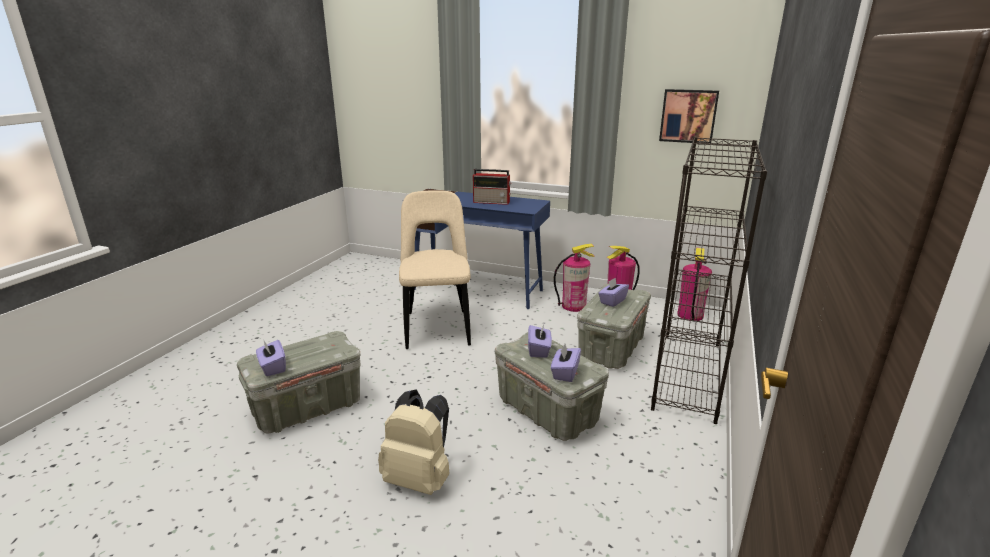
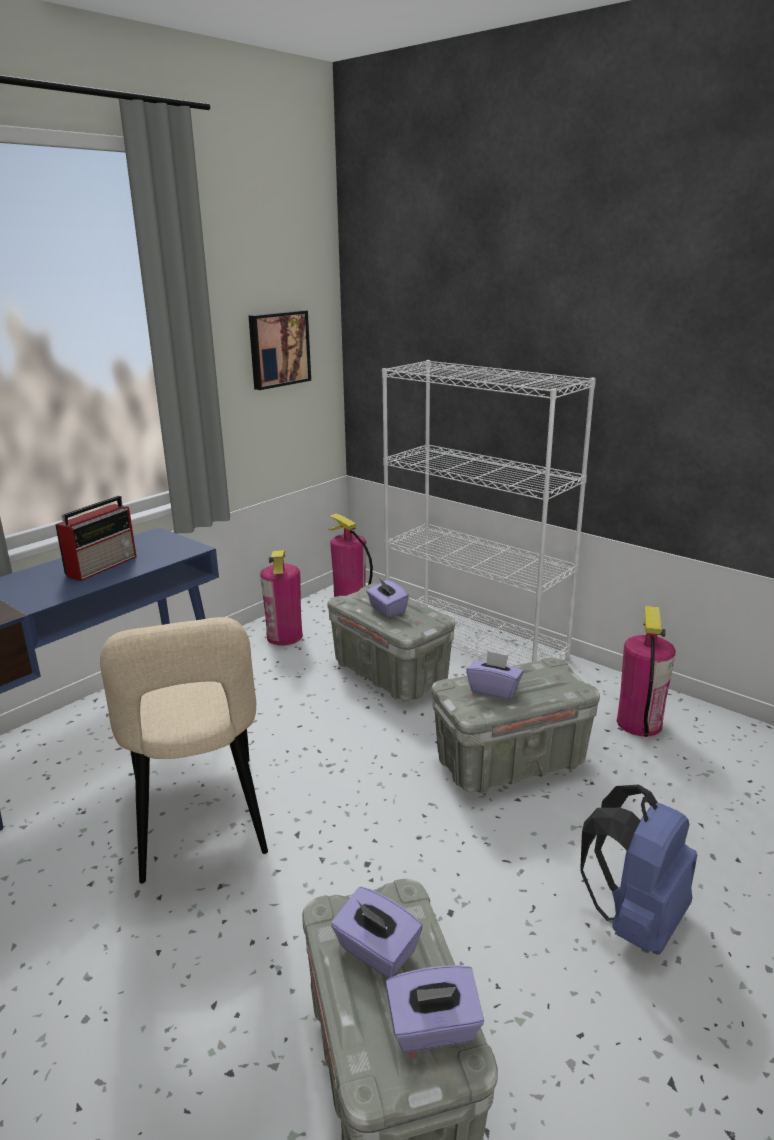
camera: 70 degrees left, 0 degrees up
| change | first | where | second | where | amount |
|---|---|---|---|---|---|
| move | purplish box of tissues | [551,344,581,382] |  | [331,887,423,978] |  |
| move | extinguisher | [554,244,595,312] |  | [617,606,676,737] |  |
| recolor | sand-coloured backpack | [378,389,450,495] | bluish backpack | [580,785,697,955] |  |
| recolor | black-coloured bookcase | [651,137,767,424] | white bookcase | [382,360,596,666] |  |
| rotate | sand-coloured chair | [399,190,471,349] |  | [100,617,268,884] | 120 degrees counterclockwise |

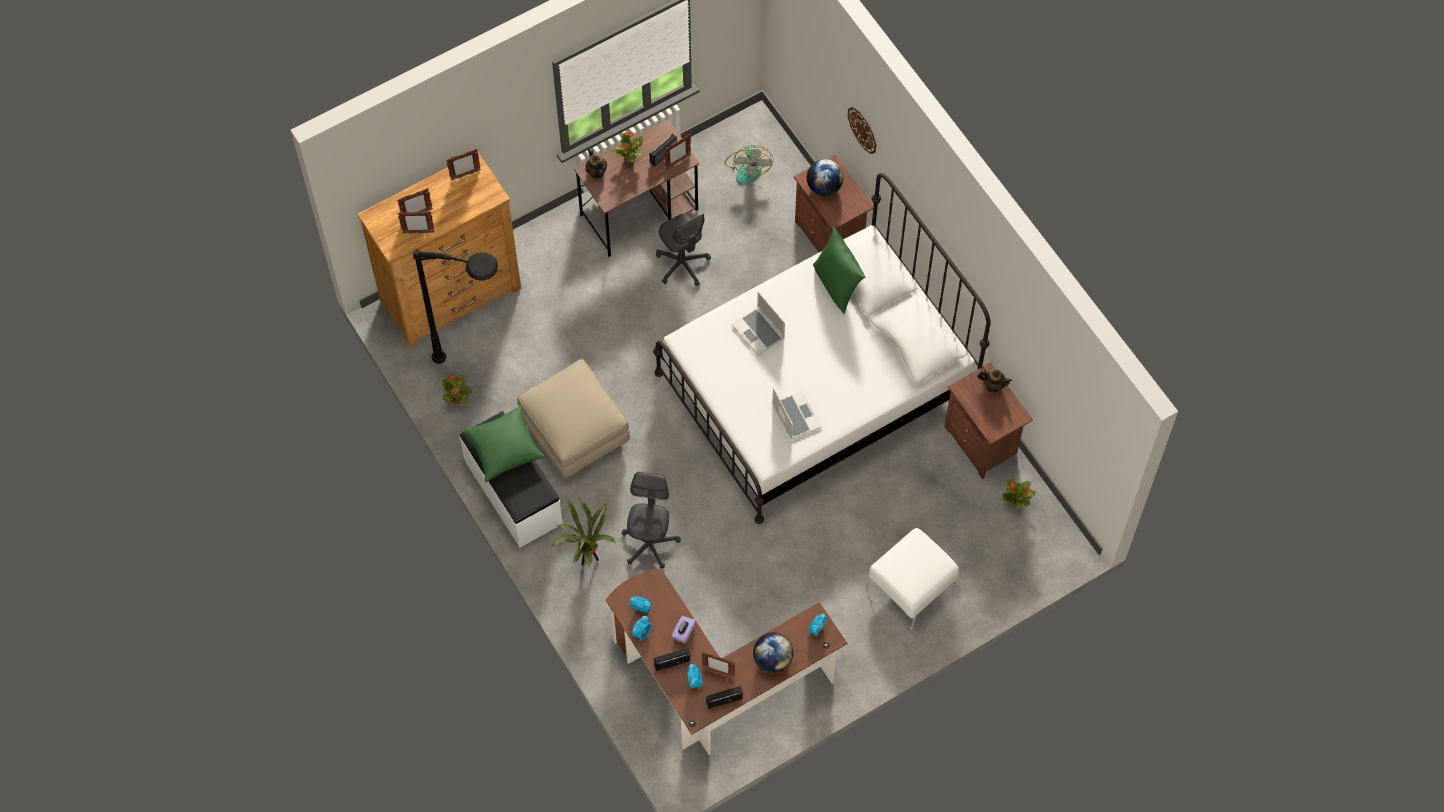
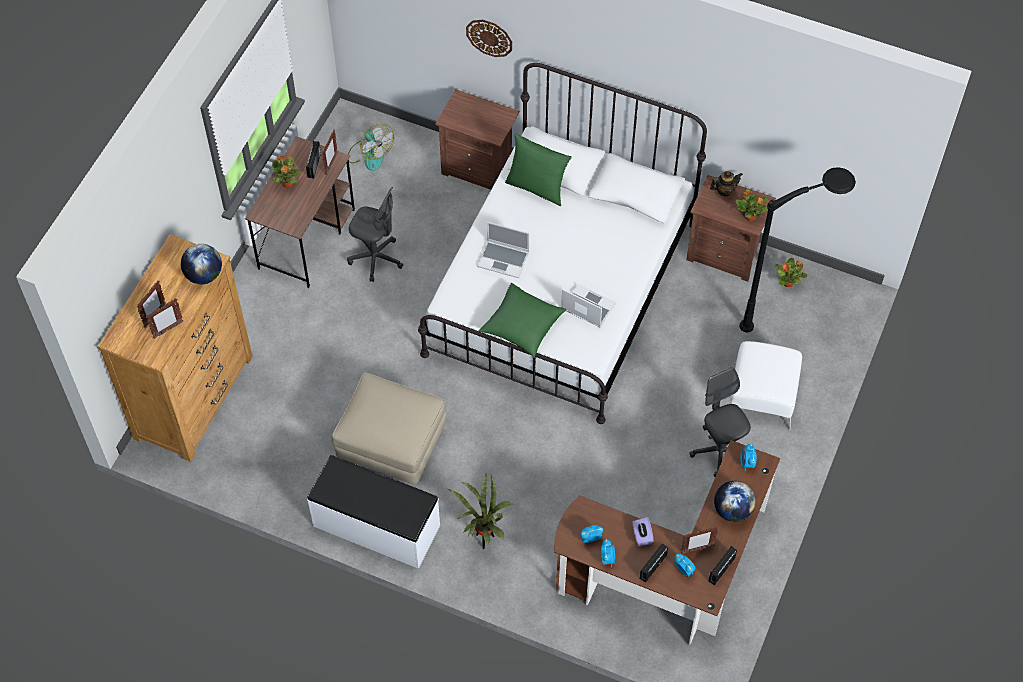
camera: 35 degrees left, 5 degrees down
| change | first | where | second | where | amount |
|---|---|---|---|---|---|
| delete | picture frame | [446,149,481,180] |  |  |  |
| delete | tea pot | [585,148,607,178] |  |  |  |
| move | black-coloured standing lamp | [413,249,498,364] |  | [739,167,856,332] |  |
| move | plant in a pot | [442,375,472,404] |  | [736,189,768,221] |  |
| move | greenish cushion | [461,406,546,482] |  | [479,283,566,358] |  |
| move | gray office chair | [622,472,681,568] |  | [689,367,751,477] |  |
| move | world globe | [807,159,843,196] |  | [181,244,222,284] |  |

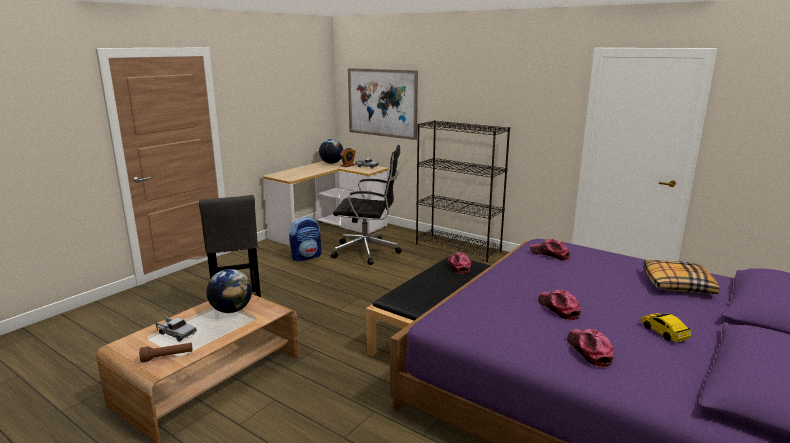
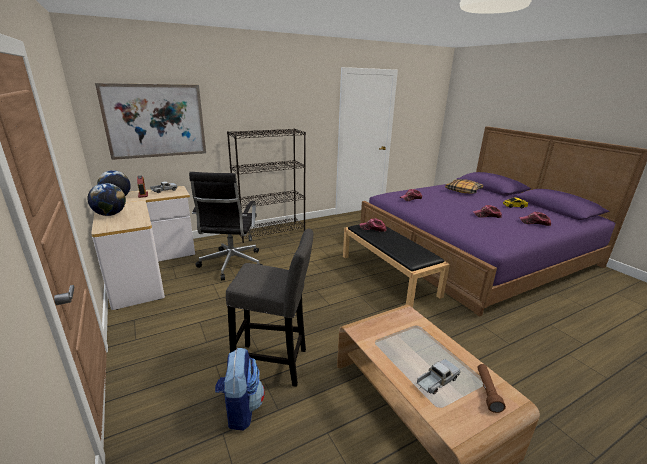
camera: 65 degrees left, 5 degrees up
| change | first | where | second | where | amount |
|---|---|---|---|---|---|
| move | world globe | [206,269,252,313] |  | [87,183,126,216] |  |
| move | backpack | [289,217,321,261] |  | [215,348,265,431] |  |
| rotate | black-coloured office chair | [331,145,402,265] |  | [189,172,263,281] | 150 degrees clockwise |

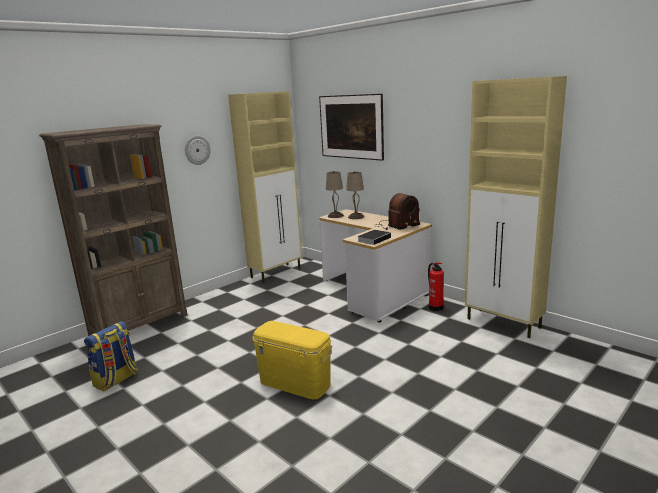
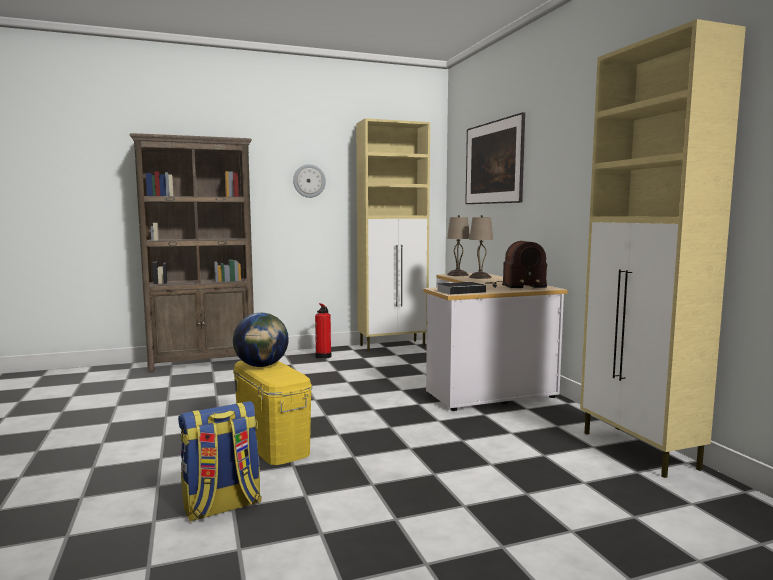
camera: 25 degrees right, 10 degrees down
| change | first | where | second | where | amount |
|---|---|---|---|---|---|
| insert |  |  | world globe | [233,313,289,367] |  |
| move | backpack | [84,321,138,392] |  | [178,401,262,522] |  |
| move | extinguisher | [428,262,444,311] |  | [315,303,331,359] |  |

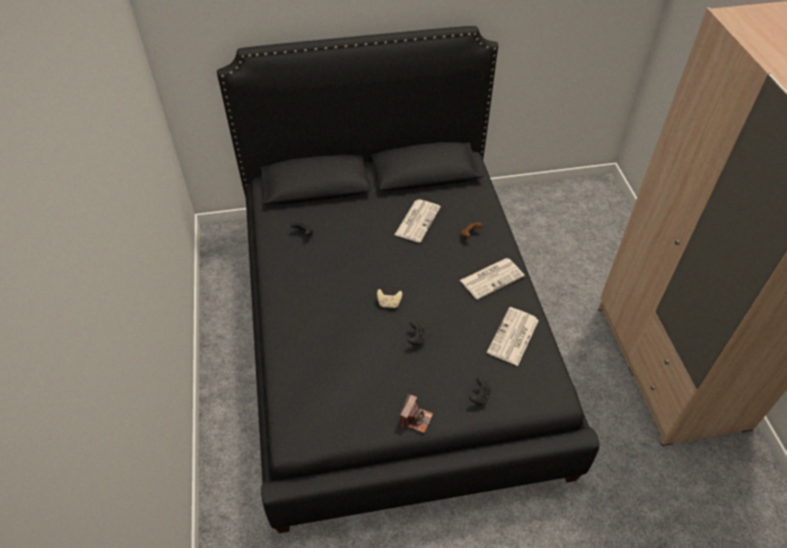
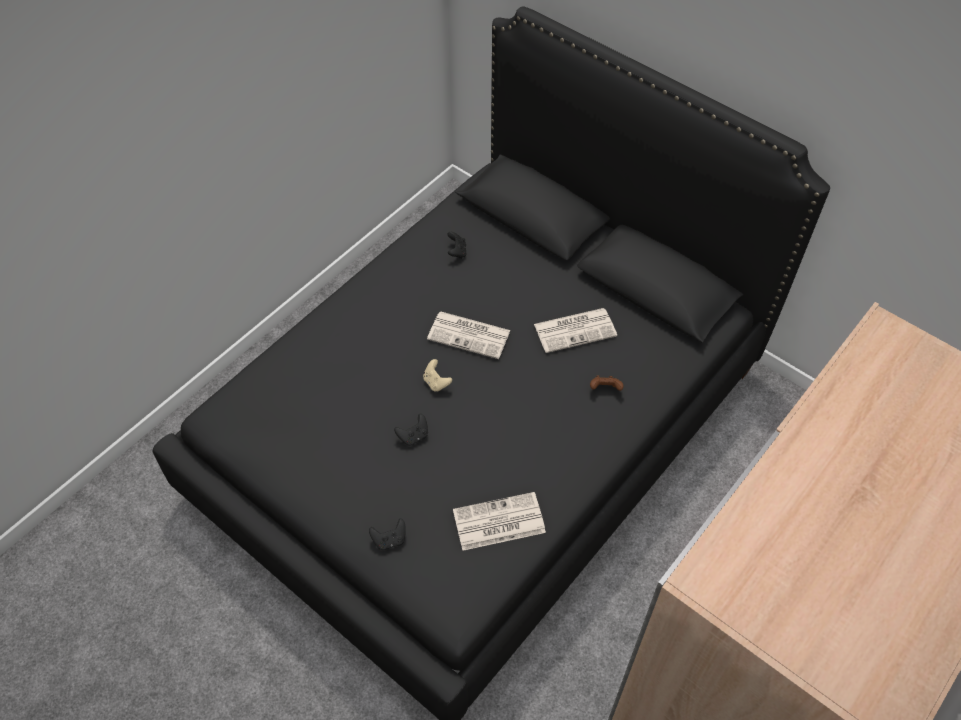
camera: 50 degrees right, 5 degrees up
| change | first | where | second | where | amount |
|---|---|---|---|---|---|
| delete | photo camera | [400,394,433,433] |  |  |  |
| move | printed paper | [460,258,525,300] |  | [427,312,511,359] |  |

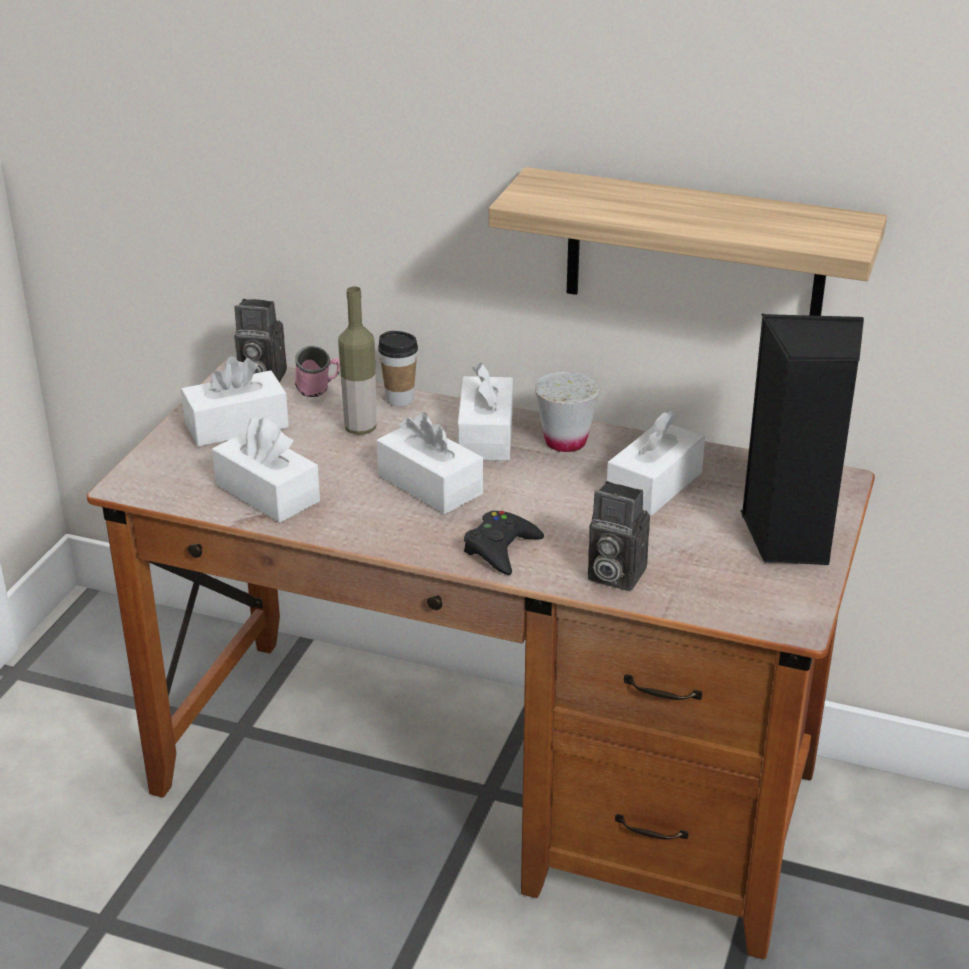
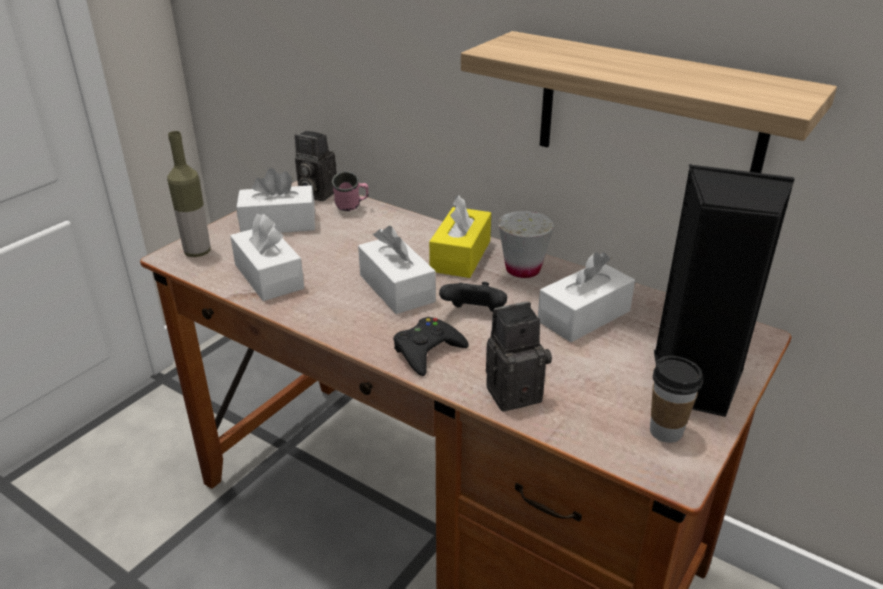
camera: 15 degrees right, 0 degrees up
| change | first | where | second | where | amount |
|---|---|---|---|---|---|
| insert |  |  | black-coloured gamepad | [439,282,507,312] |  |
| move | drink bottle | [338,286,377,435] |  | [167,131,211,257] |  |
| move | small cup | [378,331,418,406] |  | [650,355,703,443] |  |
| recolor | white box of tissues | [458,363,513,461] | yellow box of tissues | [429,195,491,278] |  |
| rotate | photo camera | [588,481,650,591] |  | [486,301,552,411] | 120 degrees clockwise |

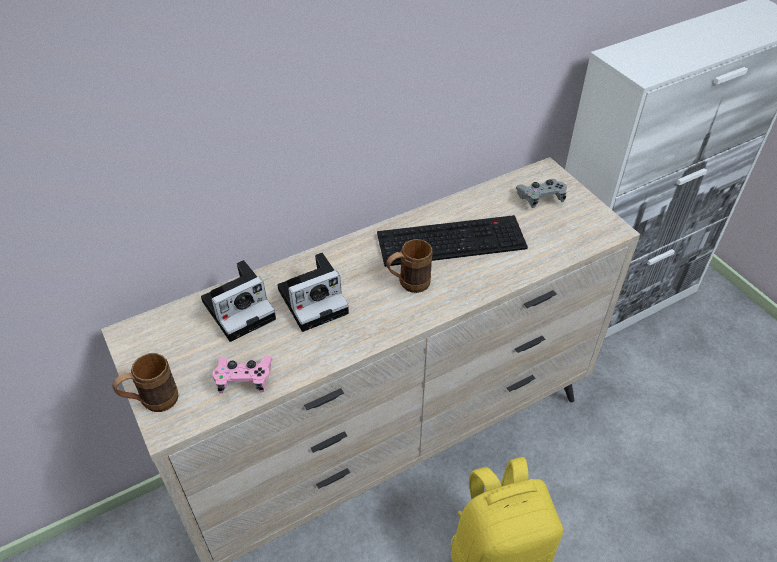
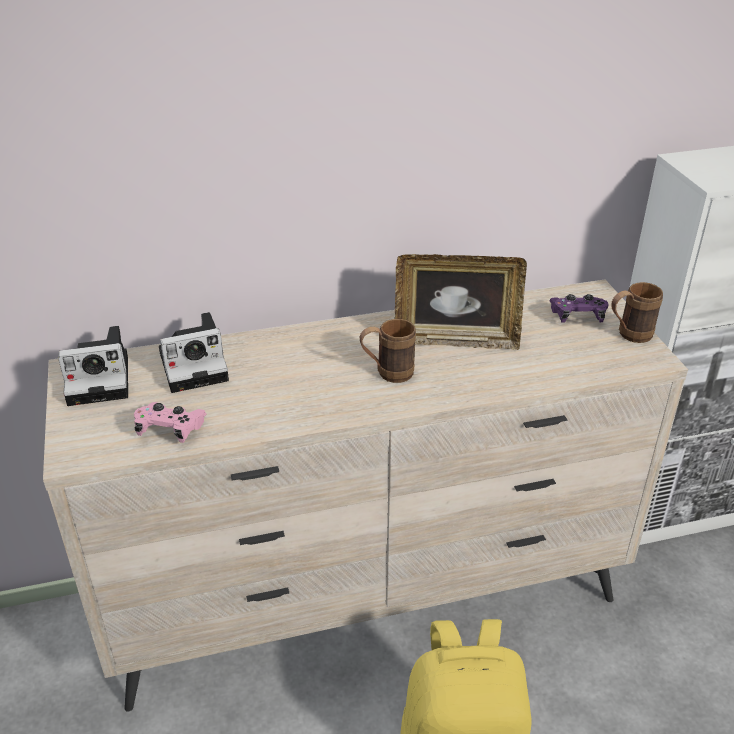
camera: 15 degrees right, 10 degrees down
| change | first | where | second | where | amount |
|---|---|---|---|---|---|
| move | brown mug | [112,353,179,412] |  | [611,282,663,343] |  |
| move | photo camera | [278,253,349,332] |  | [58,326,128,406] |  |
| replace | keyboard | [377,215,528,267] | picture frame | [395,254,527,350] |  |
| recolor | gray gamepad | [516,179,567,208] | purplish gamepad | [549,294,609,323] |  |

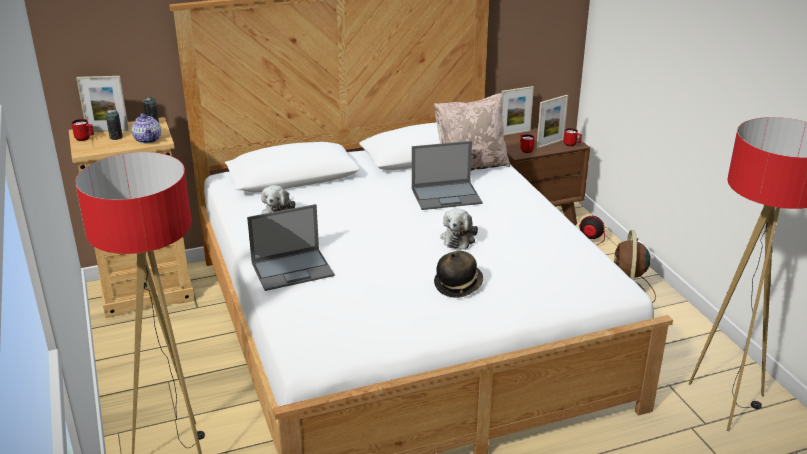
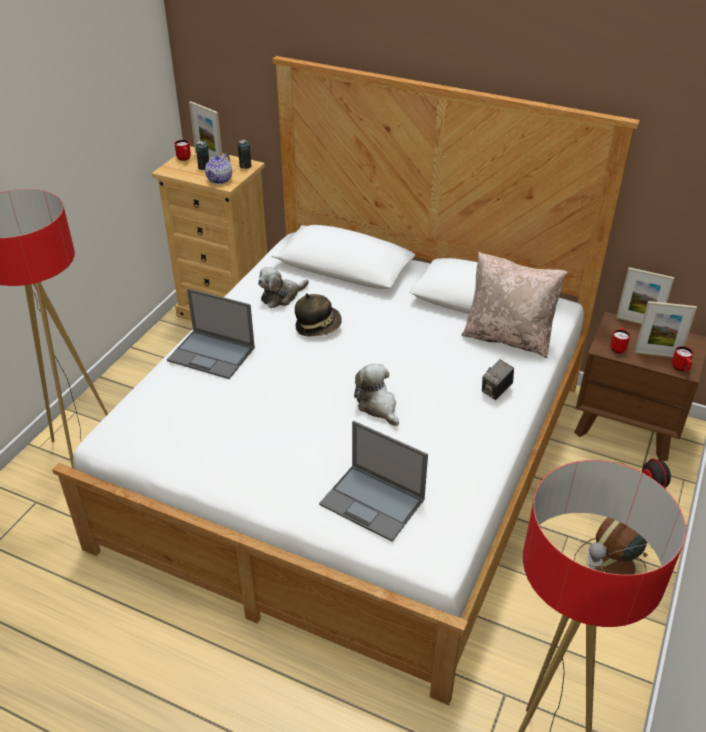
camera: 45 degrees right, 10 degrees up
| change | first | where | second | where | amount |
|---|---|---|---|---|---|
| insert |  |  | photo camera | [482,359,514,400] |  |
| move | portable computer | [412,141,482,210] |  | [319,421,428,542] |  |
| move | hat | [434,251,483,298] |  | [295,293,342,336] |  |
| rotate | plush toy | [440,209,478,250] |  | [354,363,399,426] | 90 degrees clockwise |

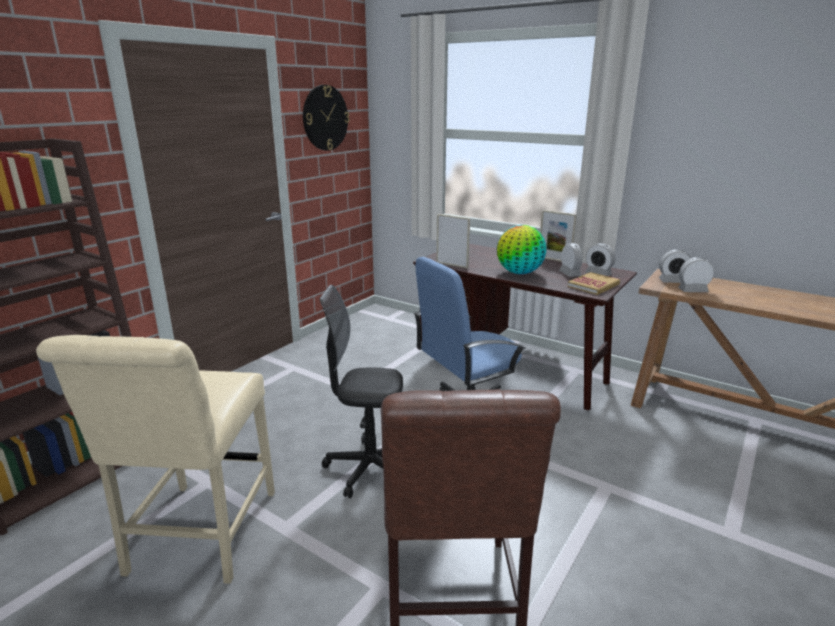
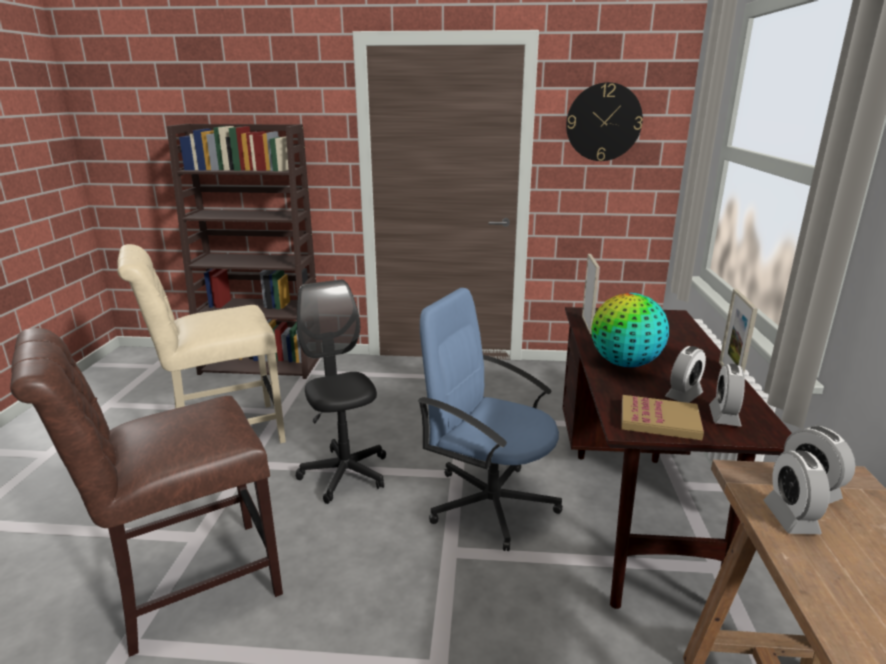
camera: 60 degrees right, 0 degrees up
| change | first | where | second | where | amount |
|---|---|---|---|---|---|
| rotate | alarm clock | [678,257,714,292] |  | [763,450,830,534] | 150 degrees counterclockwise |

